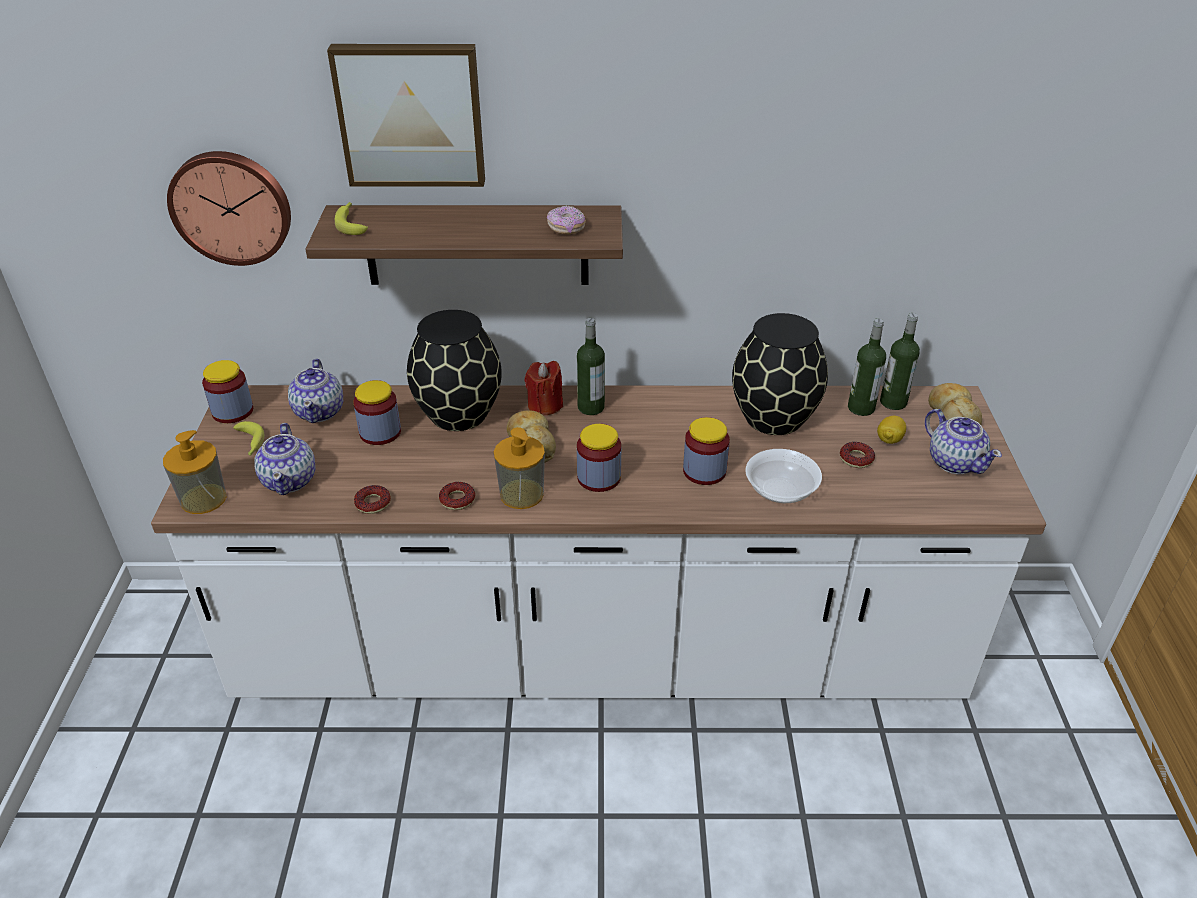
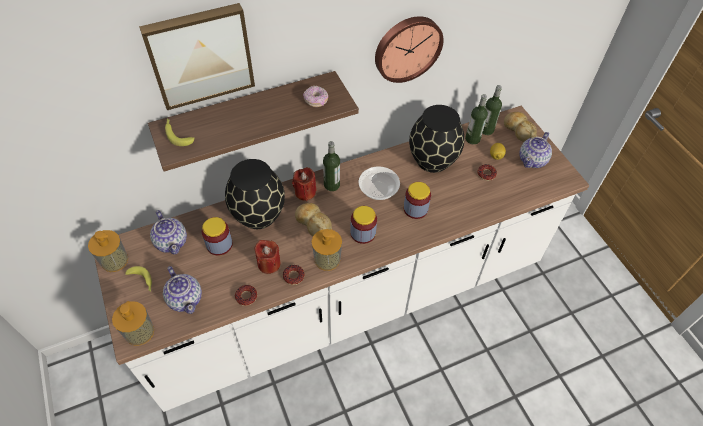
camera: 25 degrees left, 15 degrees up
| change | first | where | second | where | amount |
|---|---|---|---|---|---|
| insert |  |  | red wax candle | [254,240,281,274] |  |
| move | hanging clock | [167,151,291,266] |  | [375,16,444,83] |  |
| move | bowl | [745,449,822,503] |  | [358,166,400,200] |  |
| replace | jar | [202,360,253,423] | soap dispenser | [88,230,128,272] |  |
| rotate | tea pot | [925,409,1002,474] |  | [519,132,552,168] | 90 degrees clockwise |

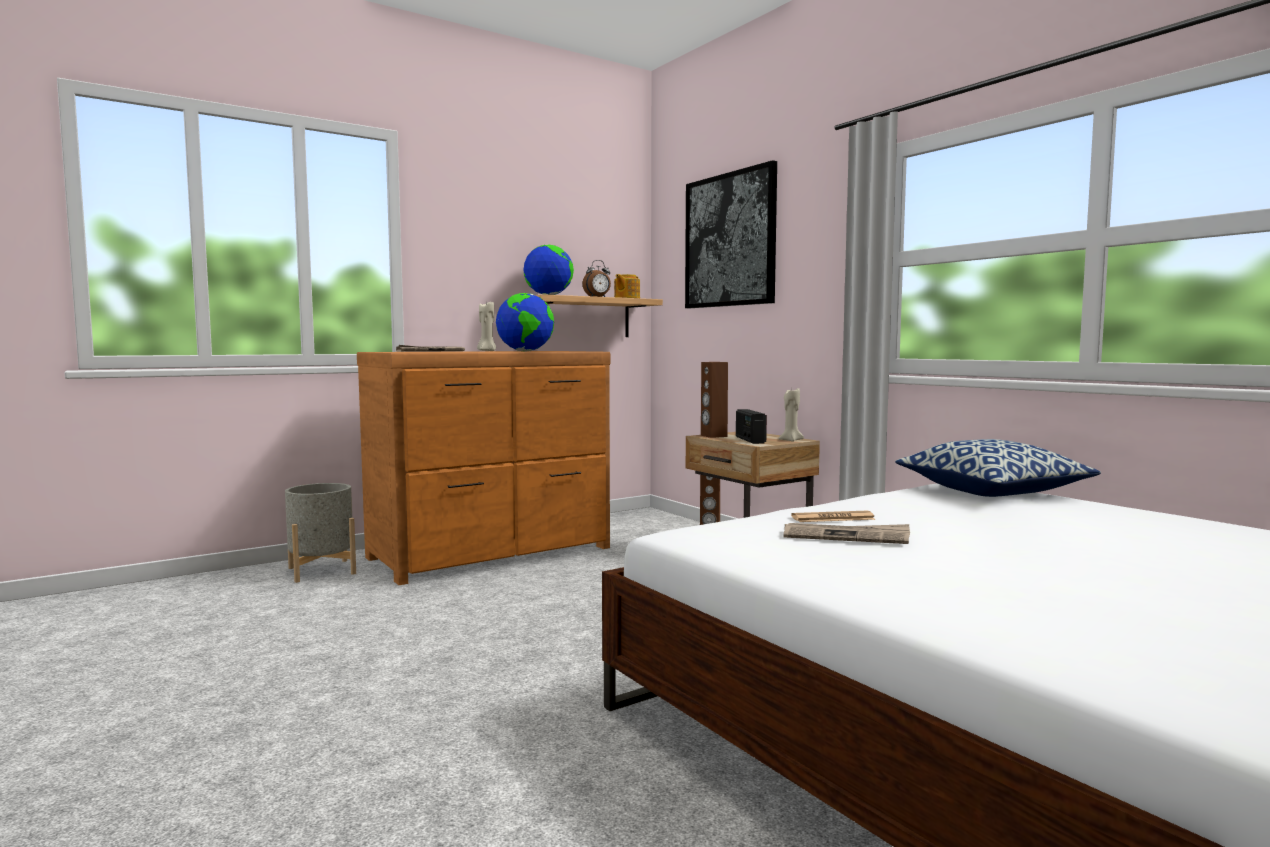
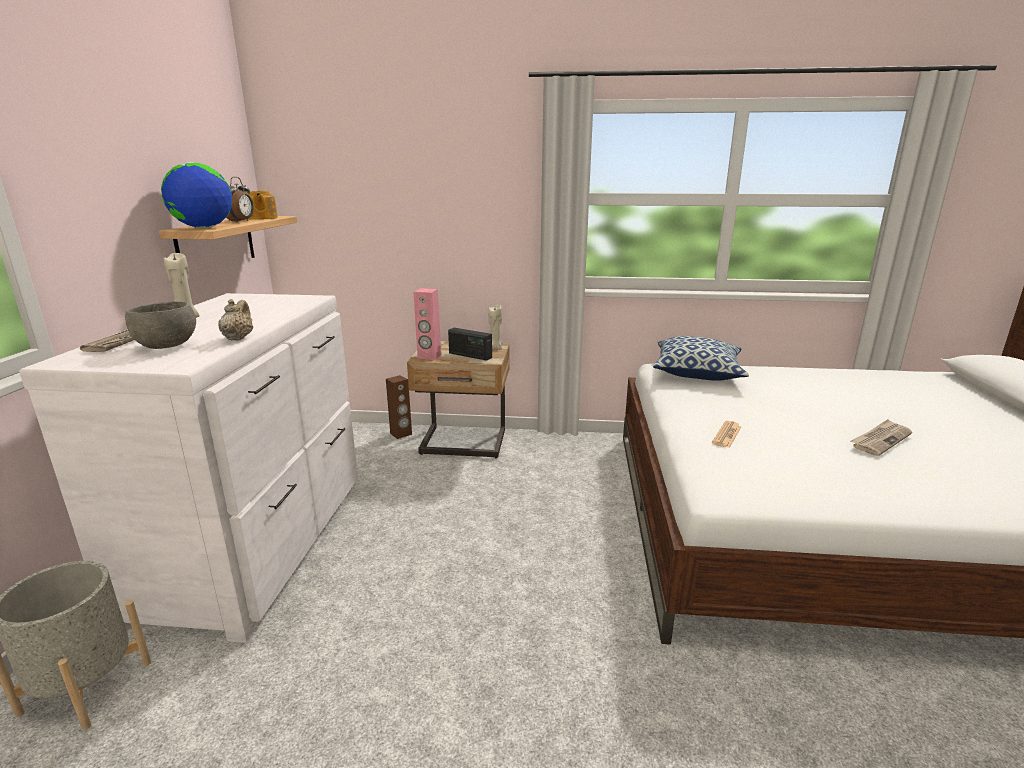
camera: 50 degrees left, 15 degrees up
| change | first | where | second | where | amount |
|---|---|---|---|---|---|
| delete | world globe | [496,293,554,352] |  |  |  |
| delete | wall picture | [685,160,777,308] |  |  |  |
| insert |  |  | gray bowl | [125,301,196,349] |  |
| insert |  |  | sand-coloured tea pot | [218,299,253,341] |  |
| move | printed paper | [784,523,910,544] |  | [850,419,912,456] |  |
| recolor | brown dresser | [357,351,610,585] | white dresser | [19,293,358,643] |  |
| recolor | brown speaker | [701,362,728,438] | pink speaker | [413,288,441,360] |  |

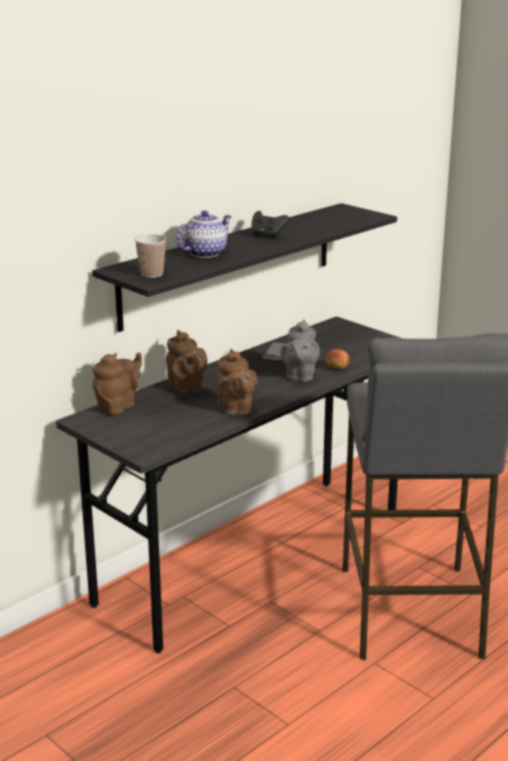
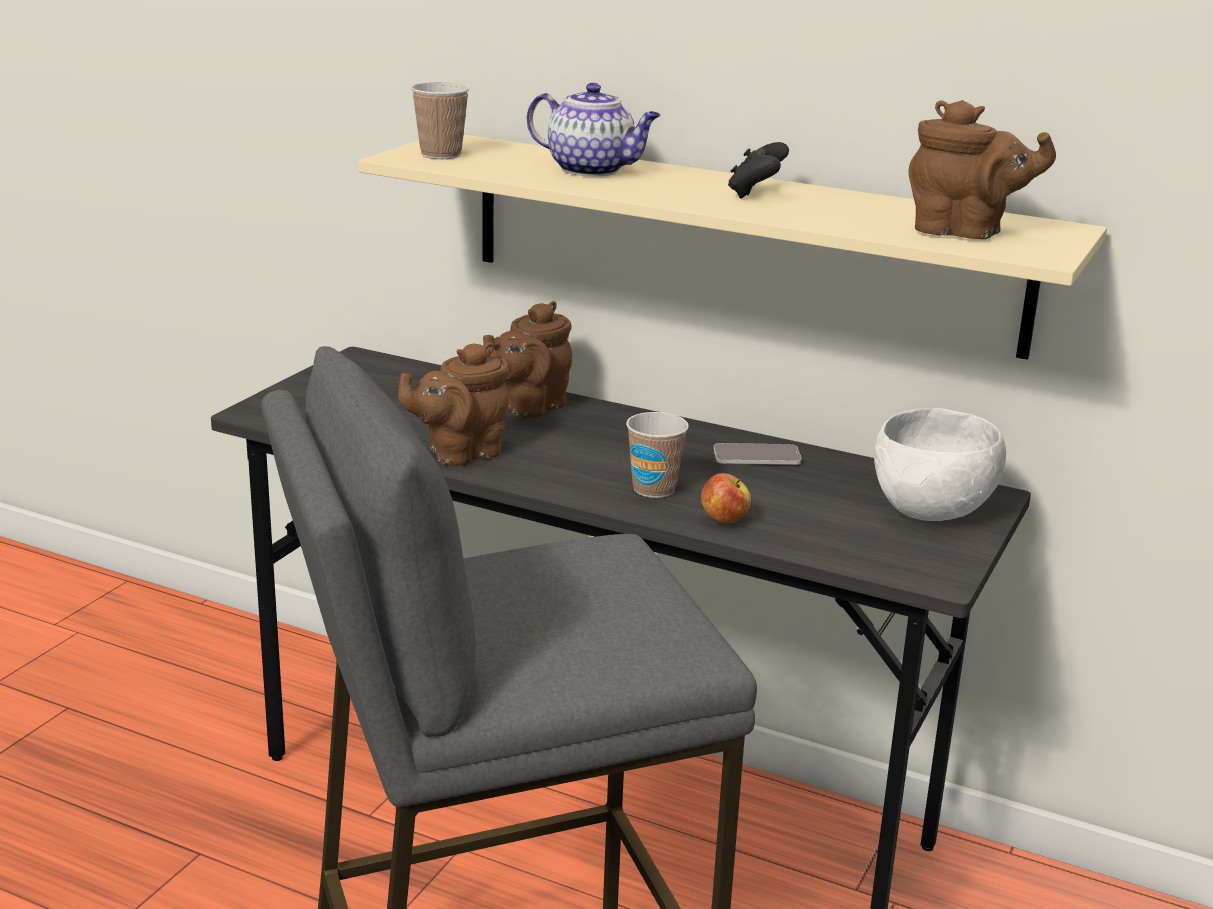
camera: 70 degrees right, 0 degrees up
| change | first | where | second | where | amount |
|---|---|---|---|---|---|
| insert |  |  | white bowl | [874,408,1006,521] |  |
| move | brown tea pot | [92,353,142,415] |  | [909,100,1056,239] |  |
| replace | gray tea pot | [280,319,320,382] | small cup | [626,412,689,498] |  |
| recolor | black-coloured shelf | [92,203,397,332] | sand-coloured shelf | [358,135,1107,360] |  |

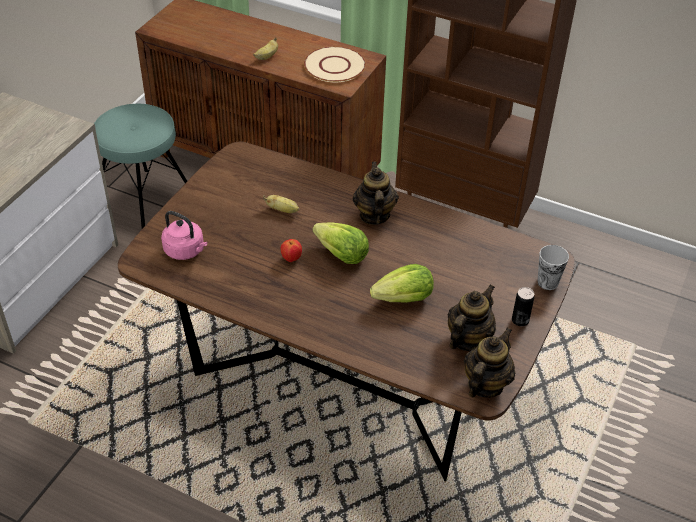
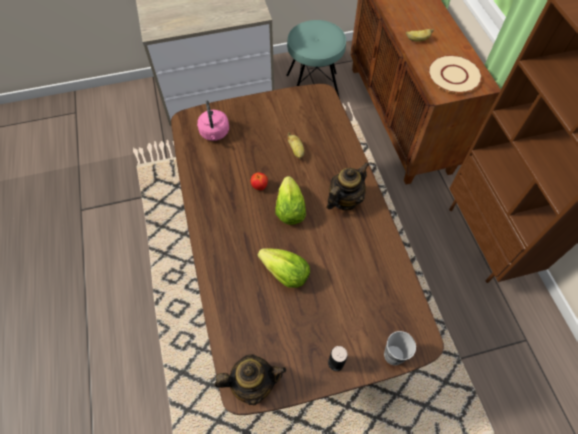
camera: 50 degrees right, 15 degrees up
| change | first | where | second | where | amount |
|---|---|---|---|---|---|
| delete | tea pot | [447,284,496,351] |  |  |  |

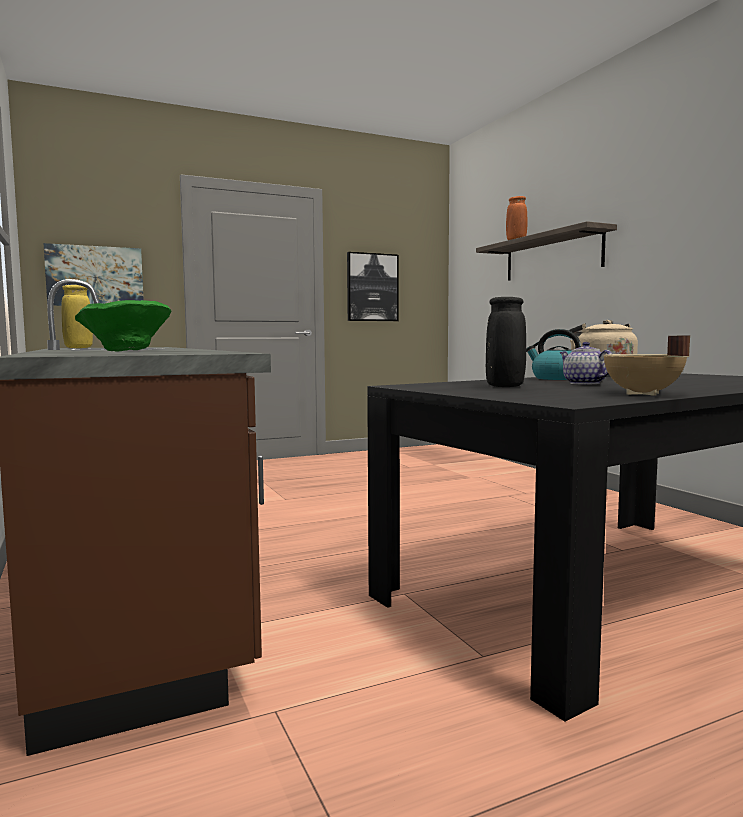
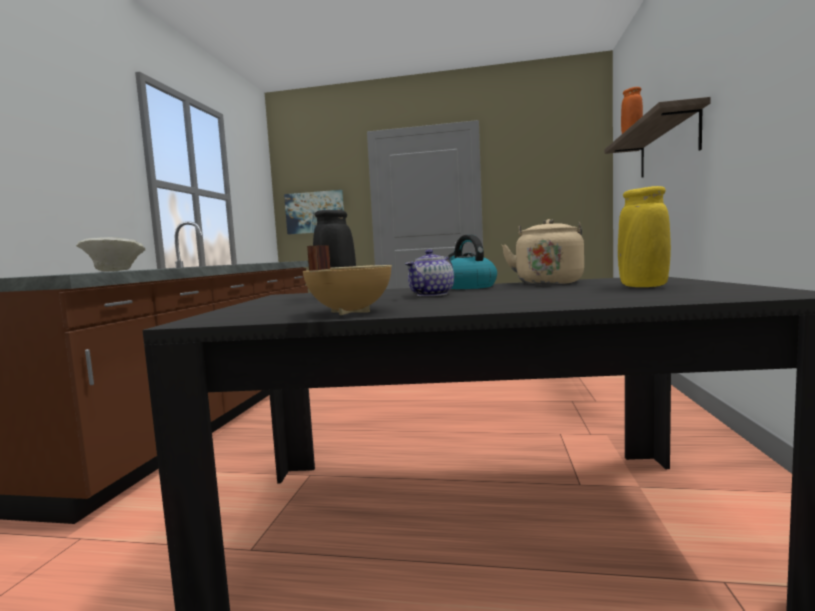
camera: 35 degrees right, 0 degrees up
| change | first | where | second | where | amount |
|---|---|---|---|---|---|
| delete | wall picture | [347,252,398,321] |  |  |  |
| move | yellow decorative vase | [62,285,93,348] |  | [618,186,671,287] |  |
| recolor | greenish bowl | [75,300,172,351] | sand-coloured bowl | [76,237,145,272] |  |
| rotate | tea pot | [560,342,612,384] |  | [405,249,454,296] | 150 degrees counterclockwise |

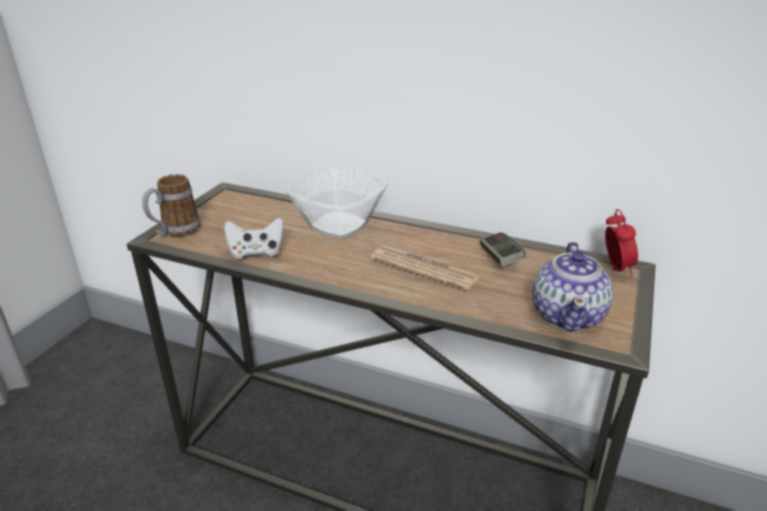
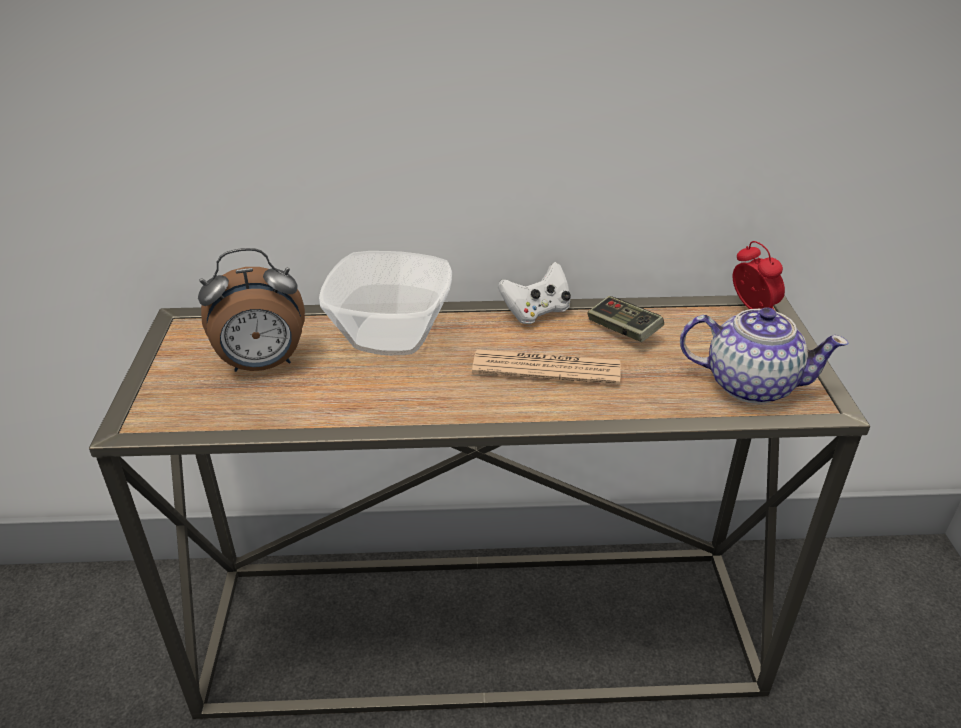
camera: 25 degrees left, 5 degrees up
| change | first | where | second | where | amount |
|---|---|---|---|---|---|
| delete | mug | [142,174,201,236] |  |  |  |
| insert |  |  | alarm clock | [198,248,305,372] |  |
| move | white gamepad | [224,217,284,259] |  | [498,262,571,324] |  |
| rotate | tea pot | [532,242,613,332] |  | [680,308,849,404] | 60 degrees counterclockwise |

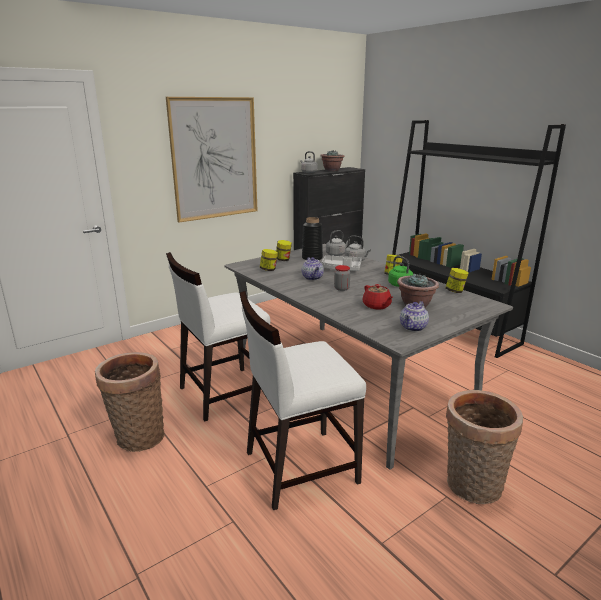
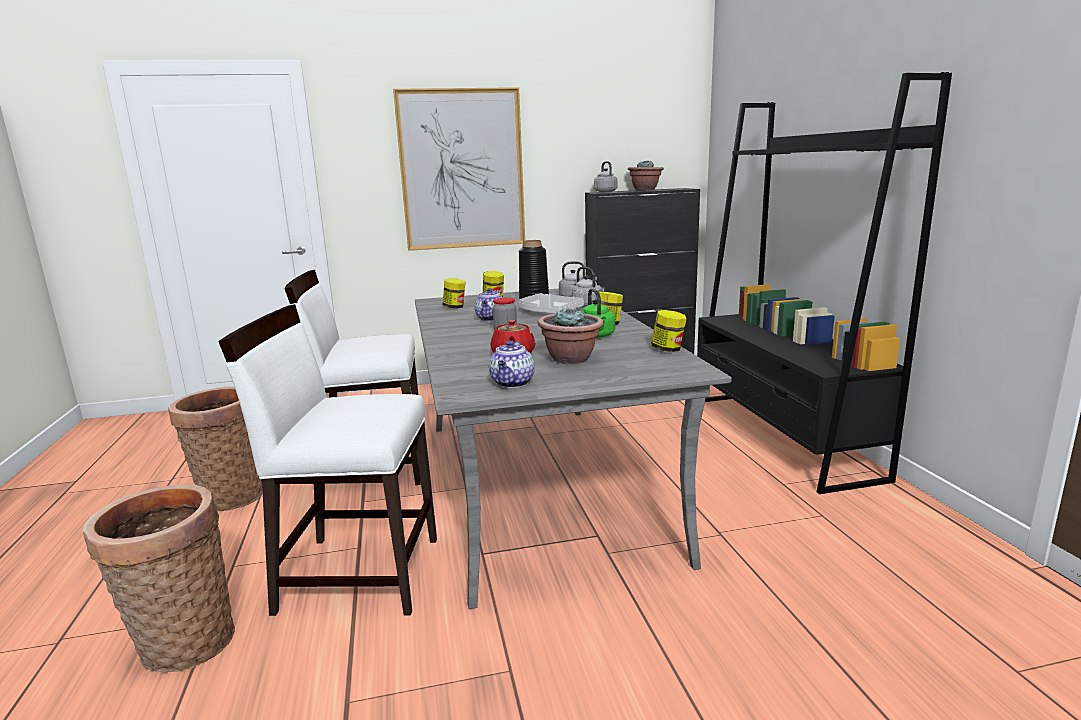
camera: 25 degrees right, 5 degrees down
| change | first | where | second | where | amount |
|---|---|---|---|---|---|
| move | basket | [446,390,523,504] |  | [83,485,235,673] |  |
| rotate | tea pot | [400,301,429,332] |  | [489,340,535,388] | 45 degrees counterclockwise |

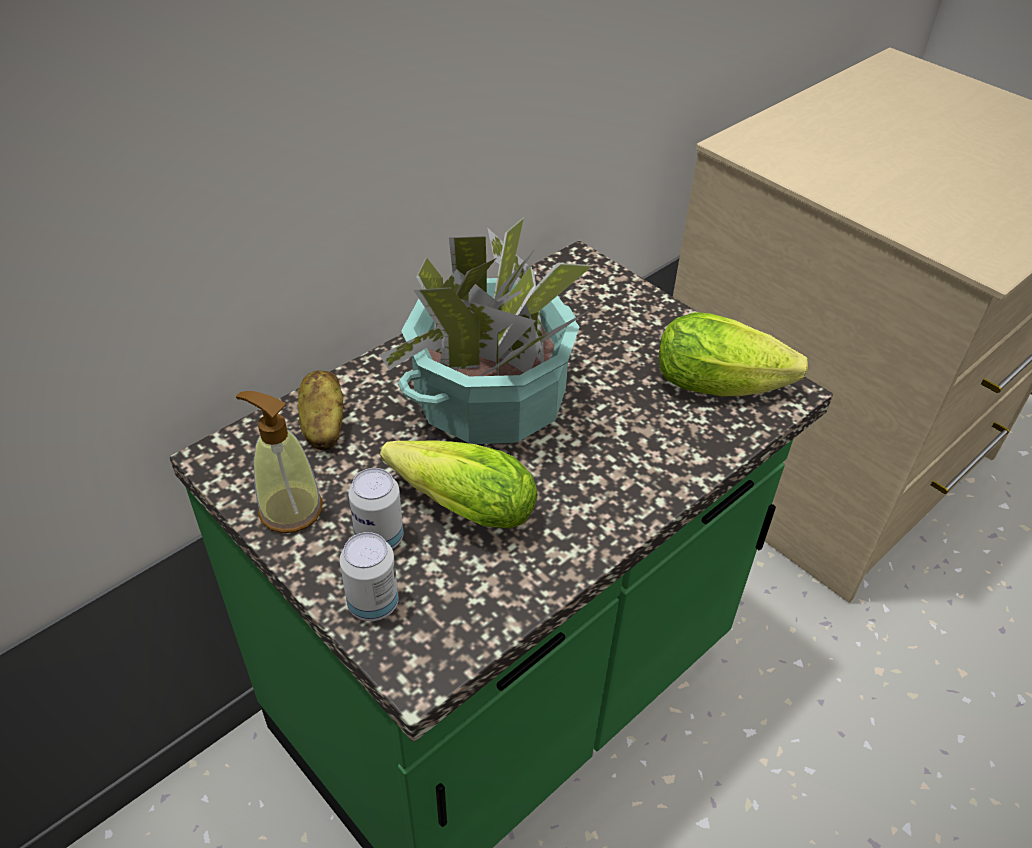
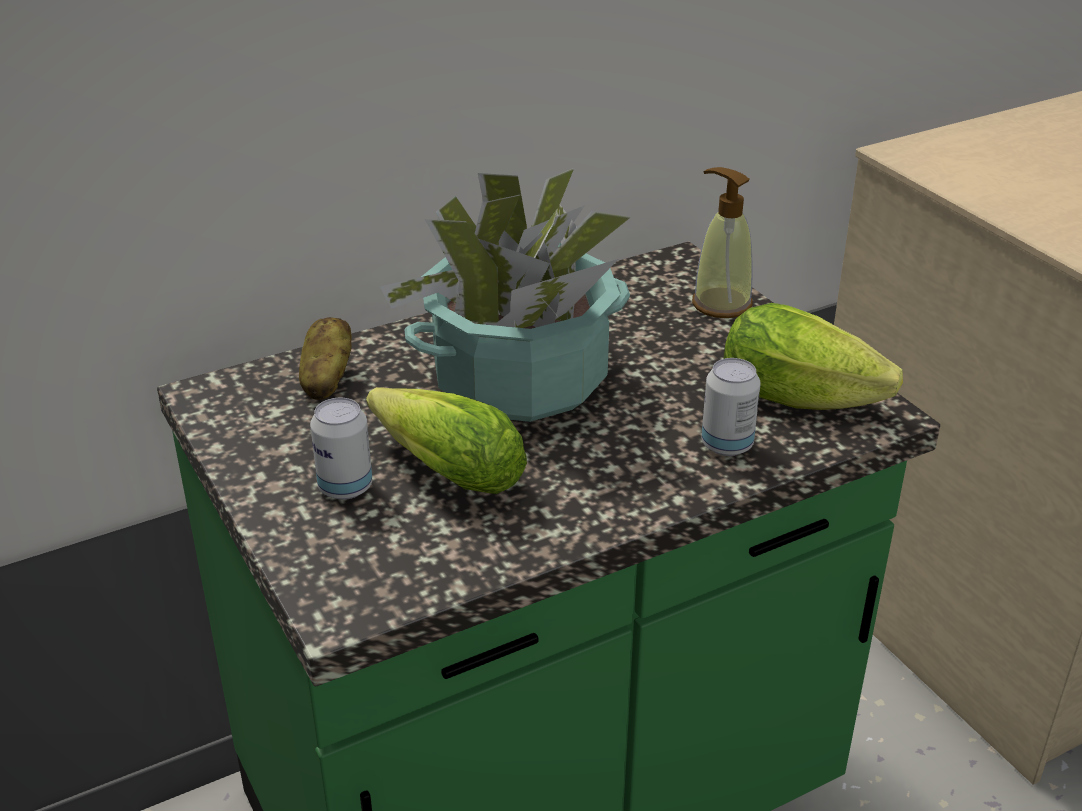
camera: 15 degrees right, 10 degrees down
| change | first | where | second | where | amount |
|---|---|---|---|---|---|
| move | soap dispenser | [236,391,323,533] |  | [692,167,753,318] |  |
| move | sealed can | [340,532,399,621] |  | [701,358,761,456] |  |

